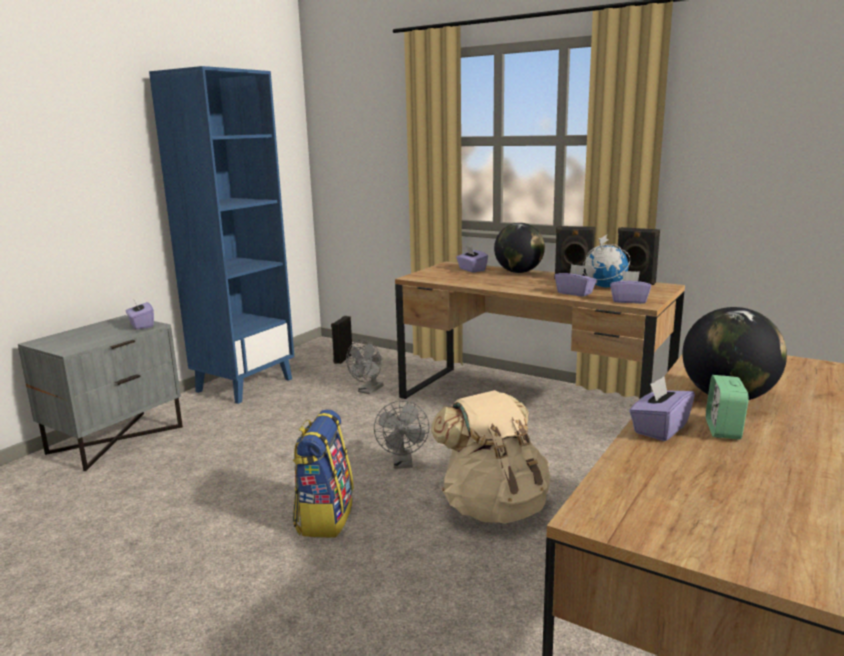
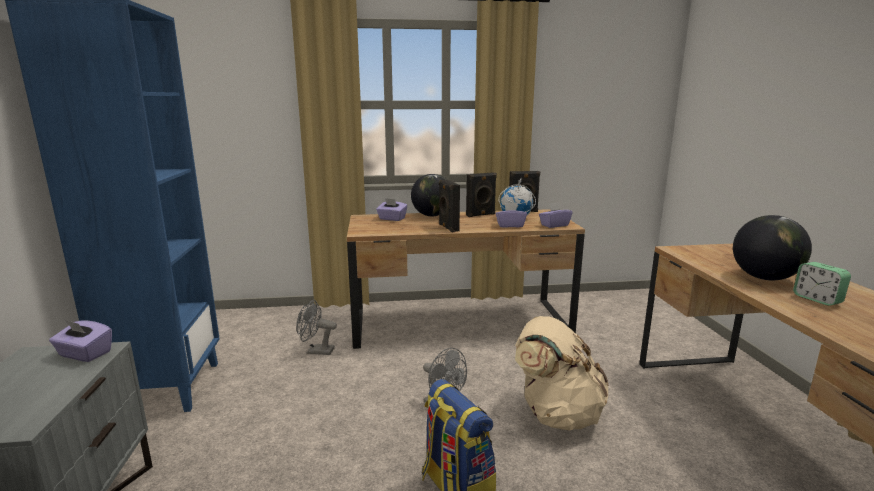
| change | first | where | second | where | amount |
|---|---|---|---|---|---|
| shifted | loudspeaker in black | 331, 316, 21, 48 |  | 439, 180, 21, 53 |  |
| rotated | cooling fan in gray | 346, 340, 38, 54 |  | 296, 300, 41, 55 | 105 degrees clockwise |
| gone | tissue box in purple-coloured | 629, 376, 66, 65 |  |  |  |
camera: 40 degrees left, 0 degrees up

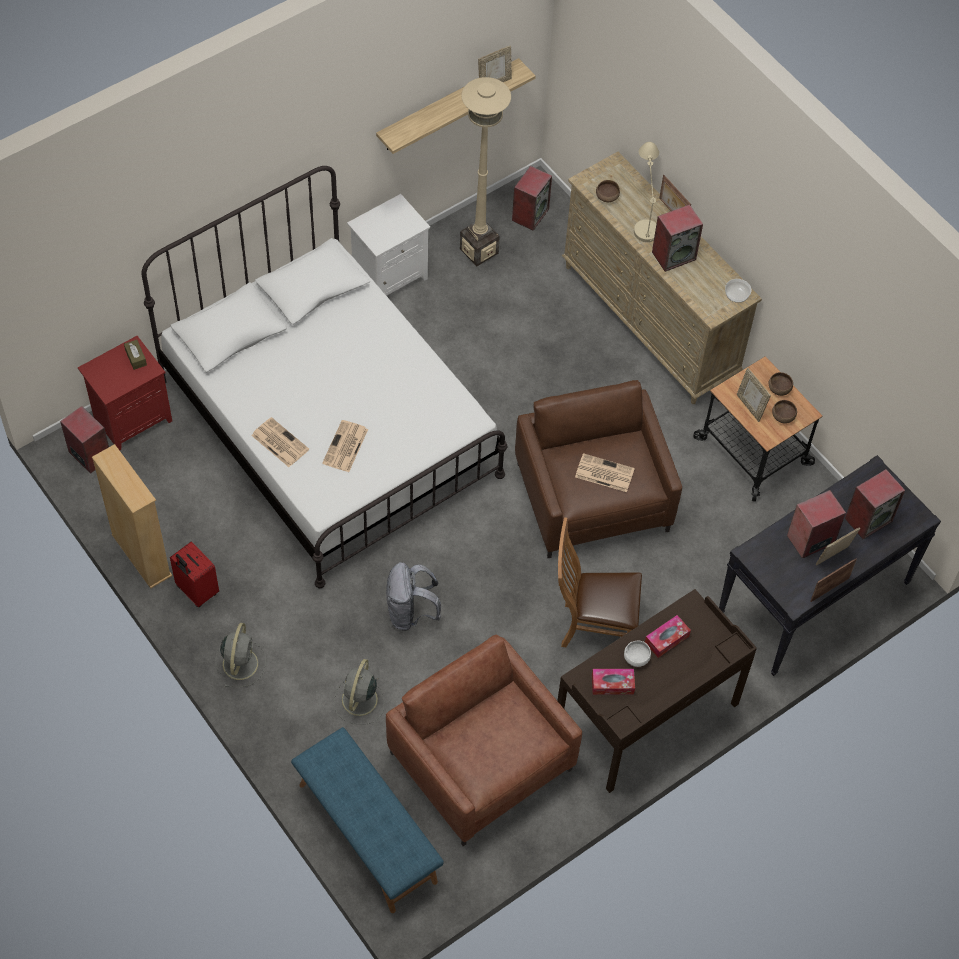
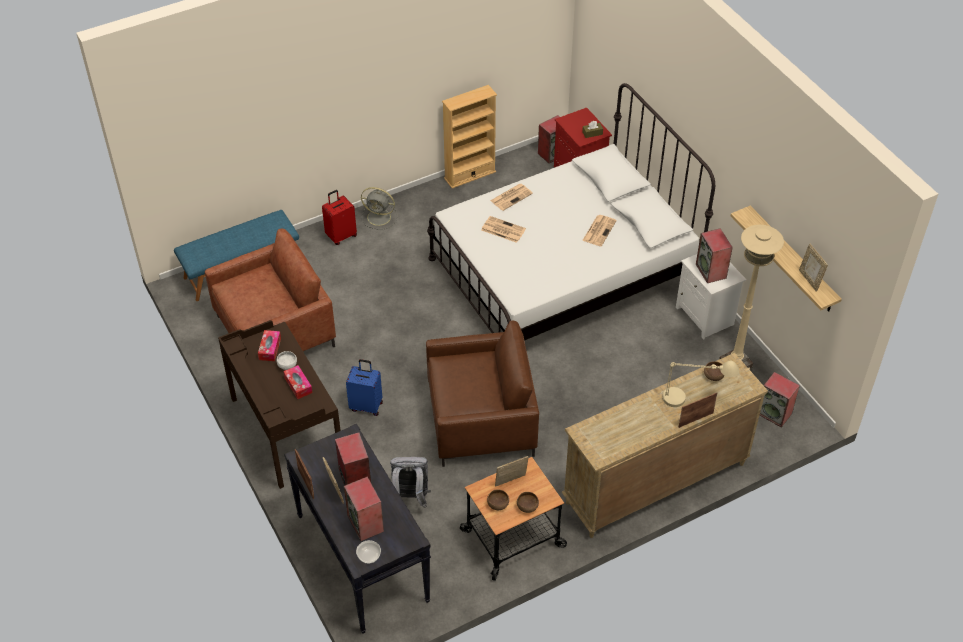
| change | first | where | second | where | amount |
|---|---|---|---|---|---|
| shifted | loudspeaker | 652, 204, 51, 68 |  | 696, 228, 37, 55 |  |
| shifted | bowl | 725, 279, 26, 24 |  | 356, 540, 25, 24 |  |
| shifted | newspaper | 575, 453, 60, 39 |  | 582, 215, 35, 31 |  |
| swapped | plain chair in brown-coloured | 558, 517, 84, 130 | travel case in bluish | 346, 359, 37, 57 |  |
| shifted | travel case in red-coloured | 170, 542, 49, 65 |  | 322, 190, 35, 55 |  |
| shifted | knapsack in gray | 386, 562, 55, 69 |  | 390, 457, 41, 51 |  |
| gone | cooling fan in gray | 334, 659, 50, 66 |  |  |  |
camera: 100 degrees right, 10 degrees down

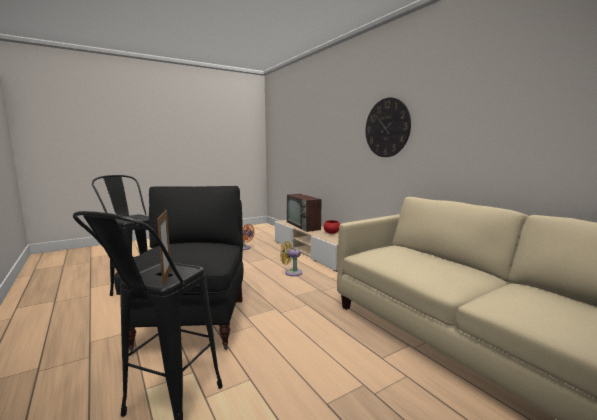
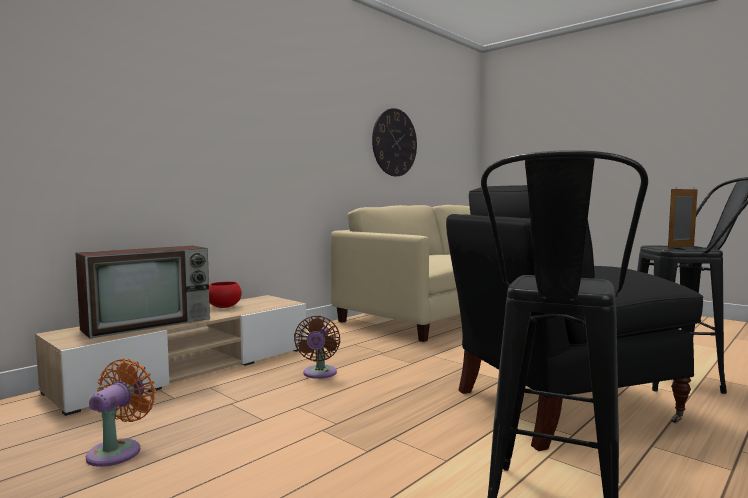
| change | first | where | second | where | amount |
|---|---|---|---|---|---|
| shifted | clock on the wall | 366, 97, 45, 60 |  | 372, 108, 45, 68 |  |
| repainted | cooling fan in yellow | 280, 241, 22, 35 | cooling fan in brown-coloured | 294, 316, 46, 63 |  |
camera: 105 degrees left, 5 degrees down

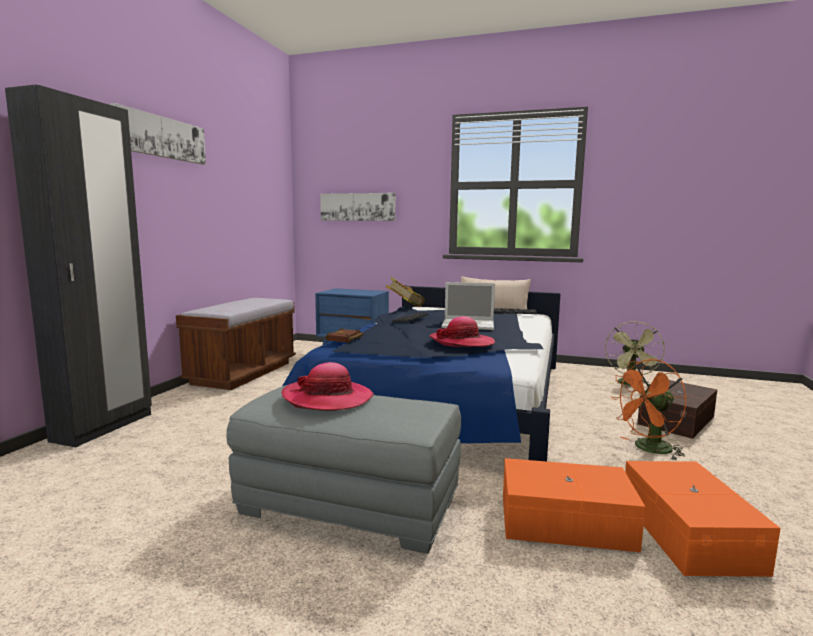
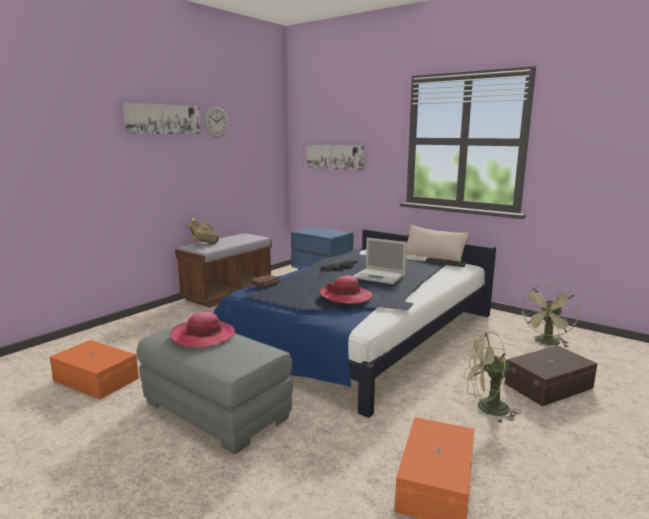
| change | first | where | second | where | amount |
|---|---|---|---|---|---|
| gone | clothes cupboard in black | 5, 85, 147, 362 |  |  |  |
| shifted | volume | 386, 277, 39, 30 |  | 187, 218, 32, 26 |  |
| repainted | cooling fan in orange-coloured | 611, 359, 76, 101 | cooling fan in green | 463, 330, 58, 93 |  |
| shifted | storage box in orange-coloured | 503, 458, 143, 94 |  | 49, 340, 90, 59 |  |
| new |  |  | clock on the wall | 205, 107, 23, 31 |  |
camera: 20 degrees right, 5 degrees up

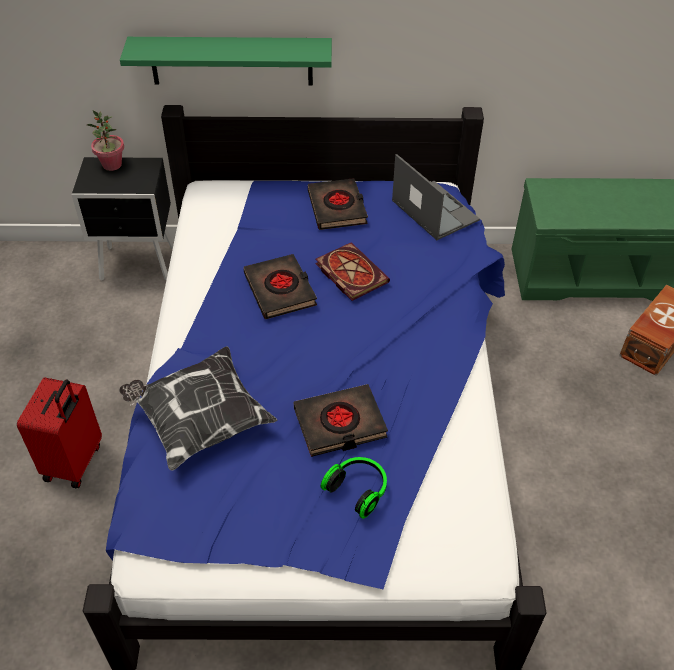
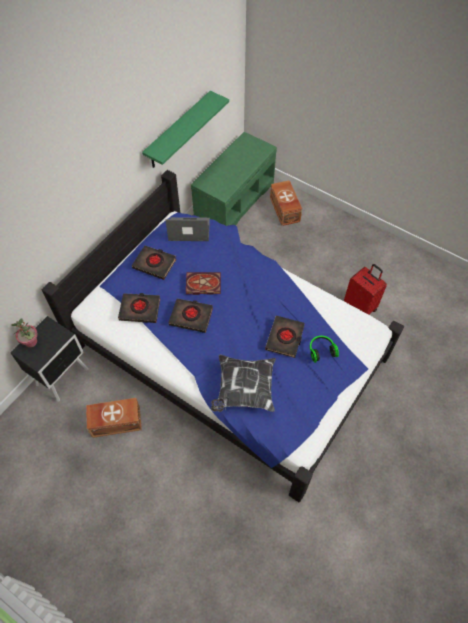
| change | first | where | second | where | amount |
|---|---|---|---|---|---|
| shifted | shelf in green | 120, 37, 212, 49 |  | 142, 91, 87, 77 |  |
| shifted | travel case in red-coloured | 17, 377, 85, 111 |  | 344, 264, 43, 51 |  |
| new |  |  | volume in black | 118, 293, 42, 30 |  |
| new |  |  | storage box in brown-coloured | 86, 398, 56, 40 |  |
camera: 55 degrees left, 10 degrees up

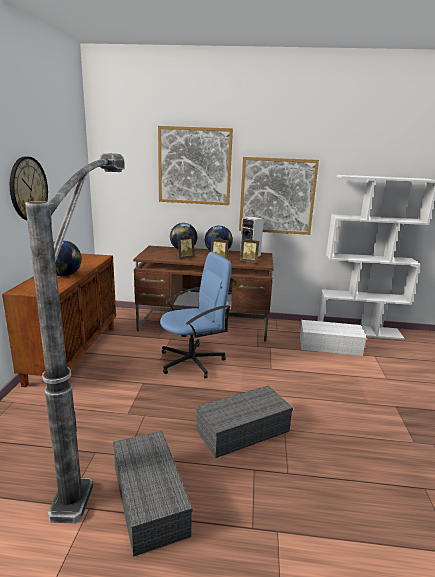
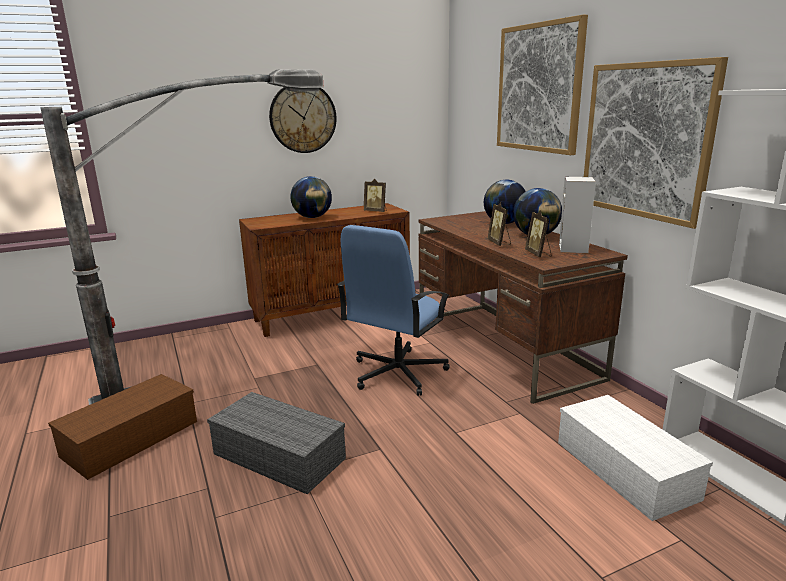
| change | first | where | second | where | amount |
|---|---|---|---|---|---|
| shifted | standing frame | 177, 234, 18, 25 |  | 364, 179, 23, 33 |  |
| rotated | desk chair in bluish | 160, 252, 72, 126 |  | 337, 225, 113, 171 | 90 degrees clockwise |
| repainted | storage box in gray | 113, 431, 80, 126 | storage box in brown-coloured | 48, 374, 149, 106 |  |
camera: 60 degrees right, 0 degrees up

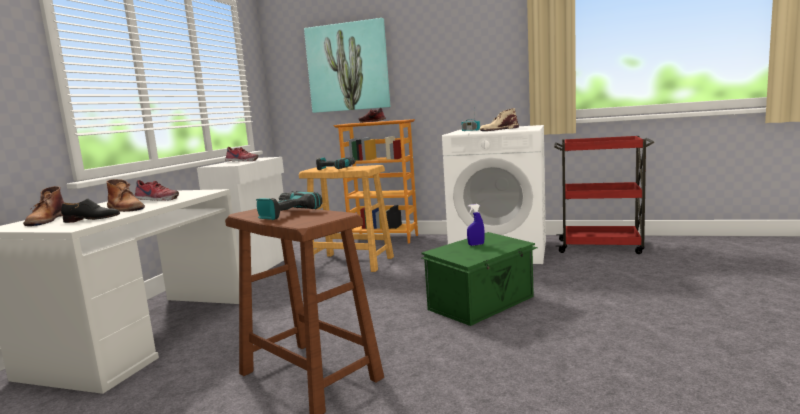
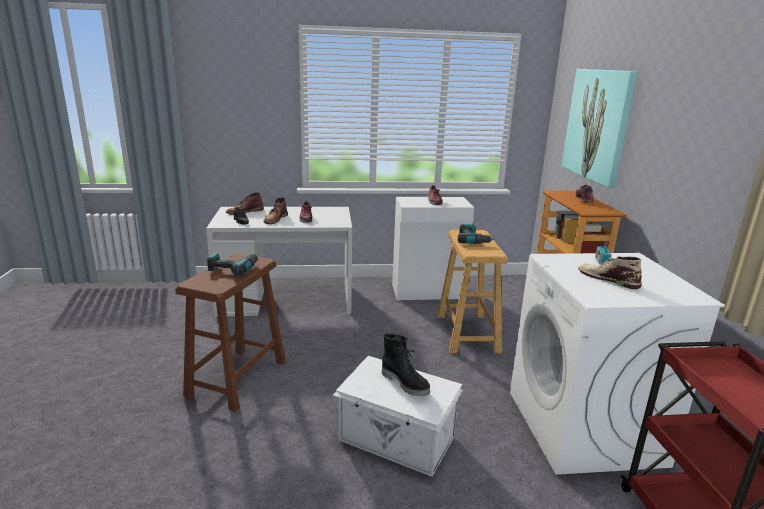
| change | first | where | second | where | amount |
|---|---|---|---|---|---|
| swapped | spray bottle in bluish | 467, 204, 18, 42 | high-top boot in black | 382, 334, 48, 63 |  |
| repainted | storage box in green | 421, 232, 117, 94 | storage box in whitish | 333, 356, 130, 121 |  |
camera: 65 degrees right, 10 degrees up

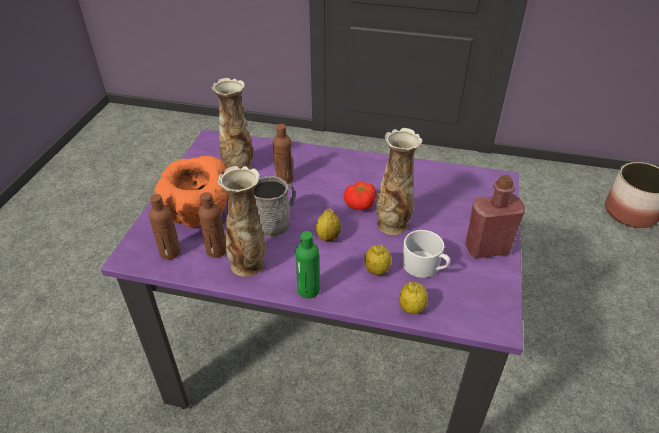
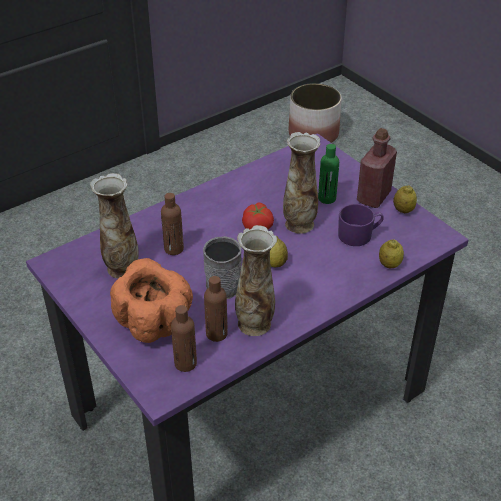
| change | first | where | second | where | amount |
|---|---|---|---|---|---|
| repainted | tea mug in whitish | 403, 230, 47, 48 | tea mug in purple-coloured | 338, 204, 46, 42 |  |
| shifted | bottle in green | 295, 231, 25, 68 |  | 318, 144, 21, 60 |  |
| shifted | whole lemon | 365, 245, 26, 30 |  | 393, 186, 24, 27 |  |
camera: 50 degrees left, 0 degrees up

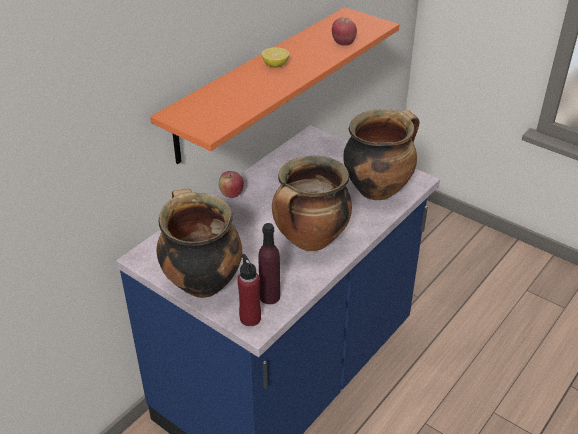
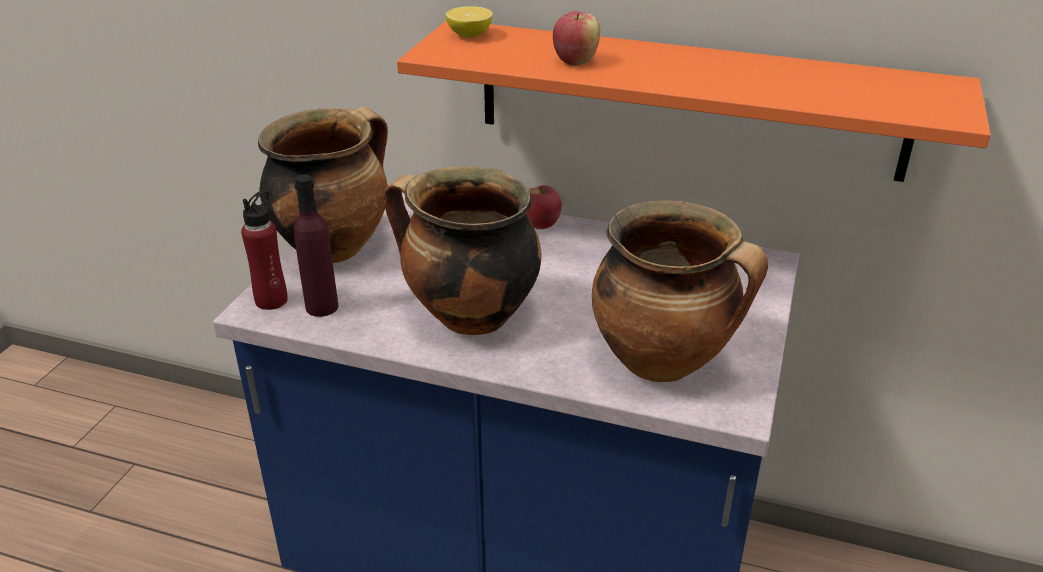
| change | first | where | second | where | amount |
|---|---|---|---|---|---|
| shifted | whole apple | 332, 17, 25, 29 |  | 553, 12, 47, 54 |  |
| shifted | whole lemon | 262, 47, 27, 21 |  | 446, 6, 47, 32 |  |
camera: 70 degrees right, 5 degrees down

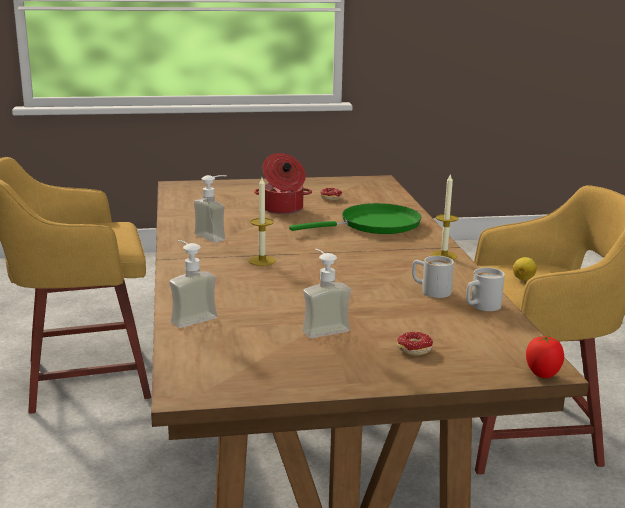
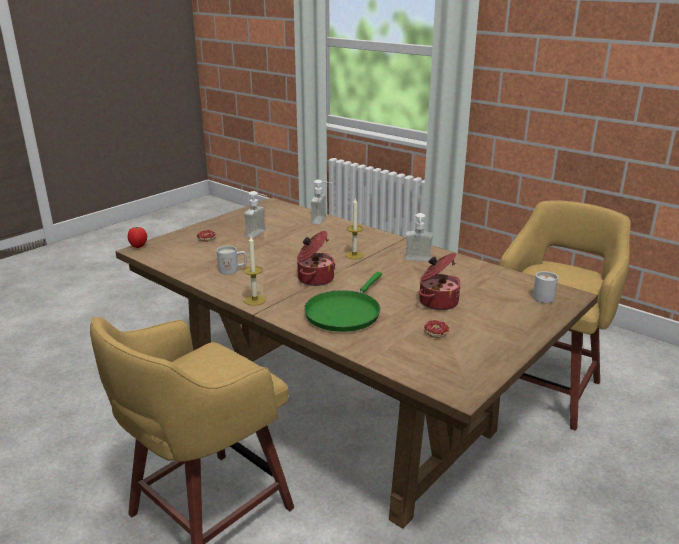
| change | first | where | second | where | amount |
|---|---|---|---|---|---|
| gone | whole lemon | 513, 257, 24, 23 |  |  |  |
| shifted | tea mug in whitish | 466, 267, 39, 44 |  | 533, 271, 25, 32 |  |
| new |  |  | saucepot | 297, 231, 38, 55 |  |
camera: 140 degrees right, 5 degrees up

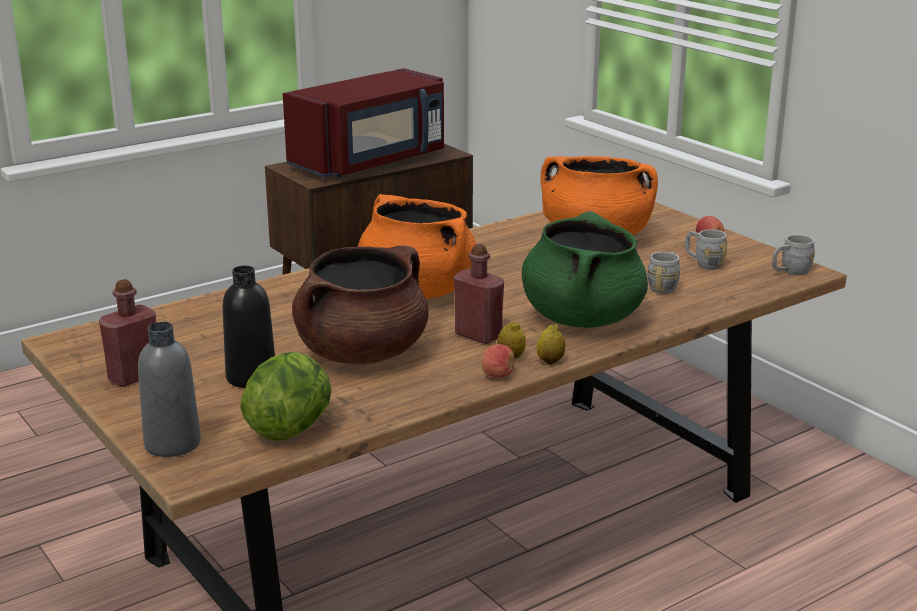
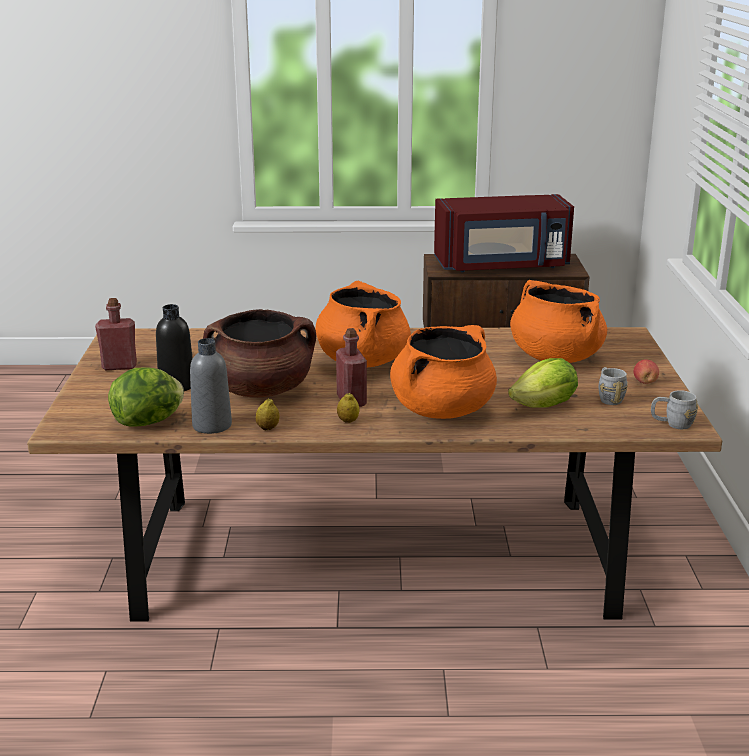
| change | first | where | second | where | amount |
|---|---|---|---|---|---|
| repainted | saucepot in green | 522, 211, 126, 117 | saucepot in orange-coloured | 390, 325, 107, 94 |  |
| swapped | tea mug in gray | 647, 252, 33, 42 | head of lettuce | 508, 358, 70, 50 |  |
| shifted | bottle in gray | 138, 322, 63, 135 |  | 190, 338, 42, 96 |  |
| shifted | whole lemon | 537, 324, 29, 40 |  | 256, 399, 24, 31 |  |
| gone | whole apple | 482, 344, 32, 34 |  |  |  |
camera: 35 degrees right, 0 degrees up

